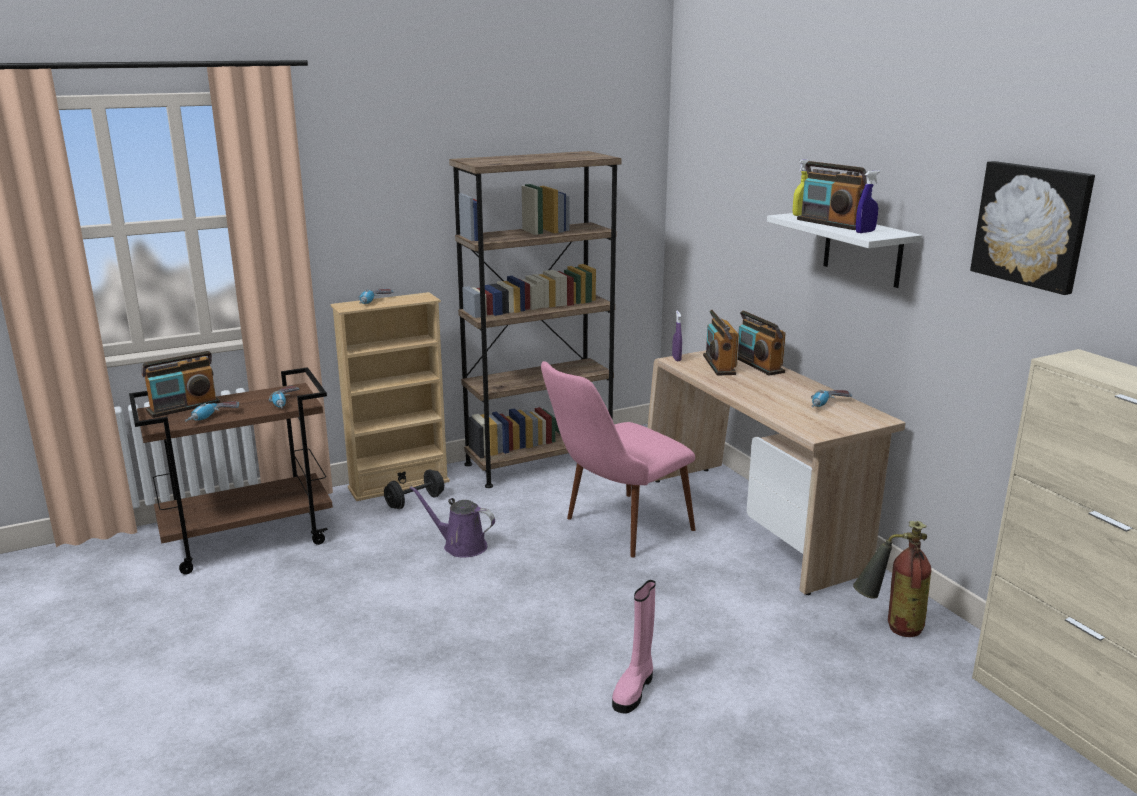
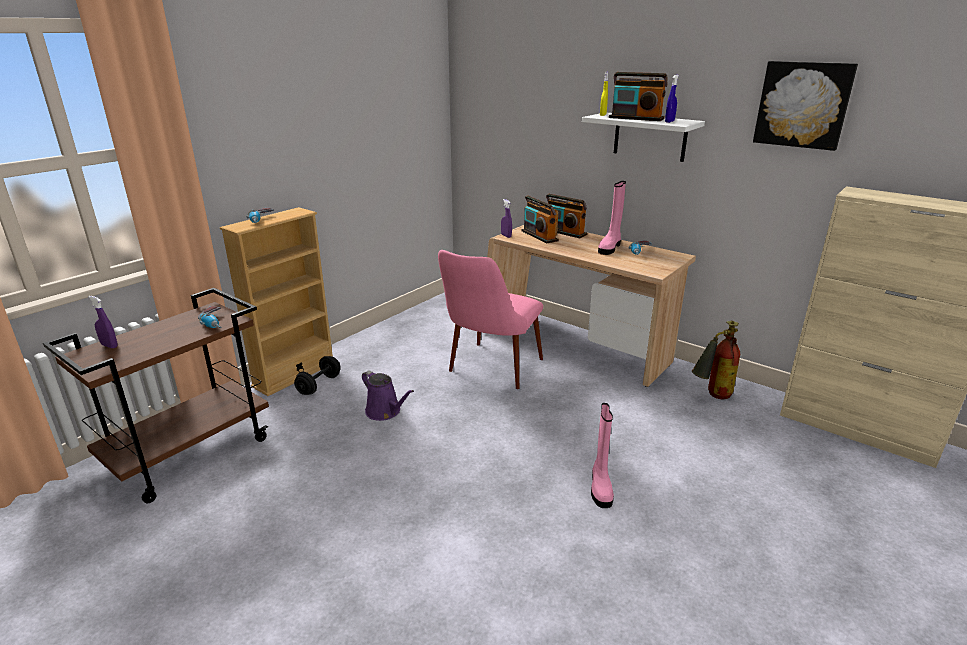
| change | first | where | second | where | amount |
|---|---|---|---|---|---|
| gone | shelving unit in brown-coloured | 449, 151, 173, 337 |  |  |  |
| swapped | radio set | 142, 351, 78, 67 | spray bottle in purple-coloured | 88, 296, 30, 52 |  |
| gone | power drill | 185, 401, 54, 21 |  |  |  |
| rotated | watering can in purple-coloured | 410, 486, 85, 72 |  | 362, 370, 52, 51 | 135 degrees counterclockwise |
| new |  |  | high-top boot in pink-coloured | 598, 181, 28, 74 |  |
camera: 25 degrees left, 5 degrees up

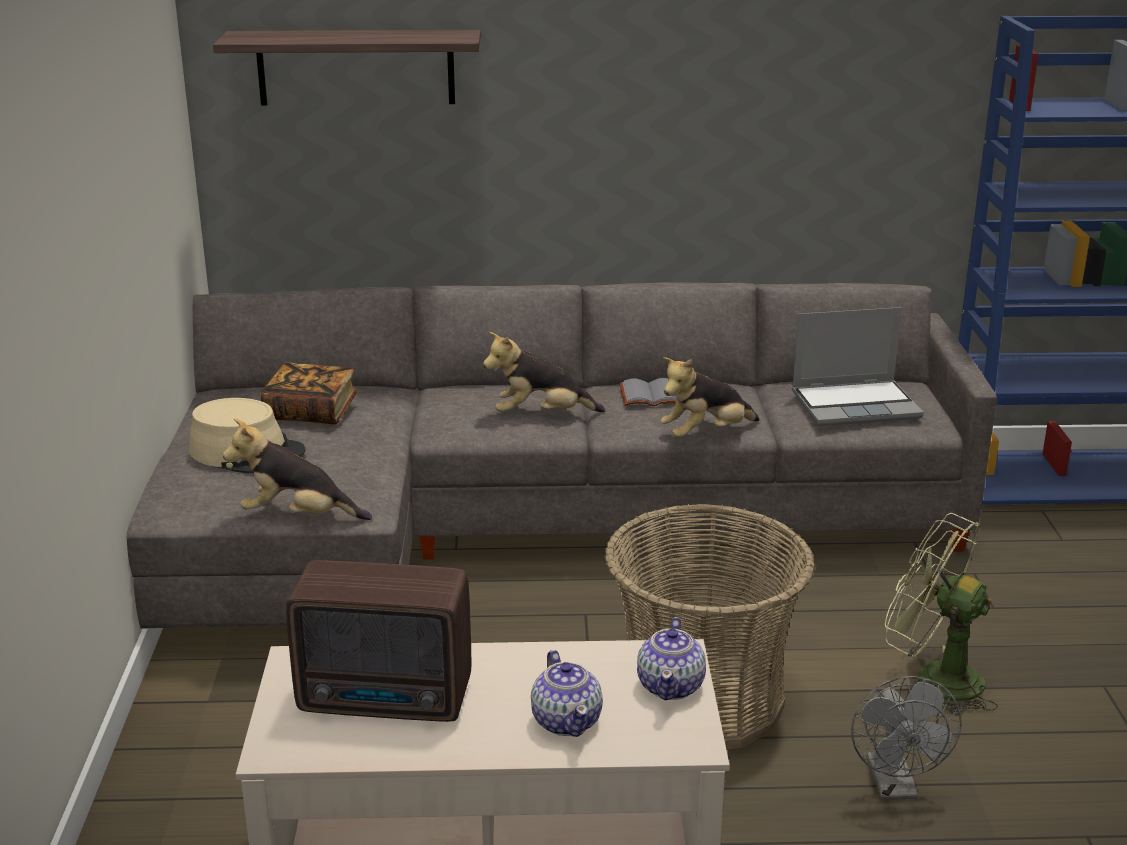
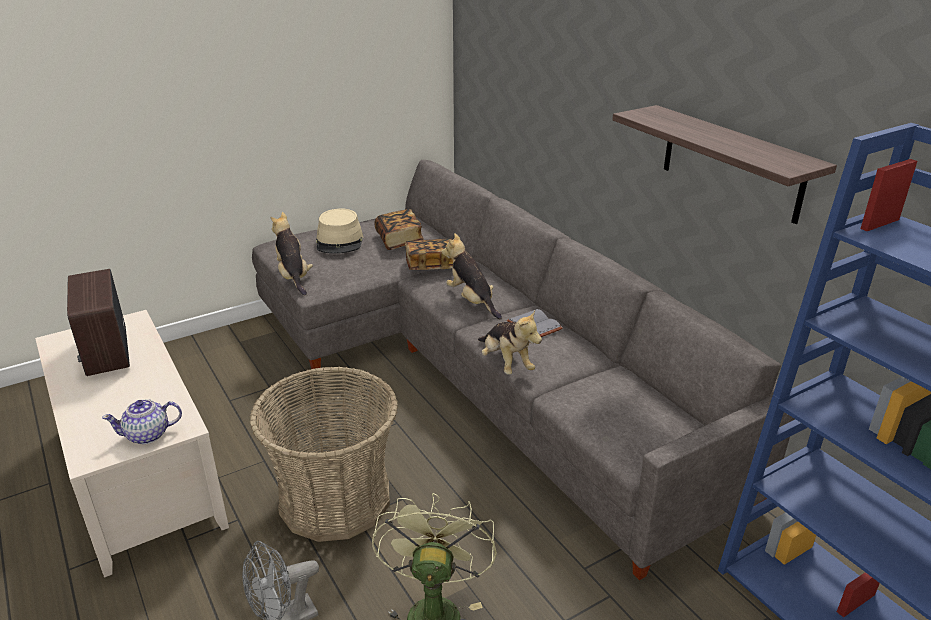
| change | first | where | second | where | amount |
|---|---|---|---|---|---|
| shifted | shelf | 213, 30, 268, 75 |  | 612, 105, 225, 119 |  |
| gone | portable computer | 792, 307, 132, 119 |  |  |  |
| rotated | cuddly toy | 661, 357, 99, 81 |  | 478, 310, 64, 65 | 150 degrees counterclockwise |
| gone | tea pot | 531, 650, 72, 87 |  |  |  |
| new |  |  | volume | 405, 238, 48, 32 |  |
camera: 60 degrees right, 5 degrees up

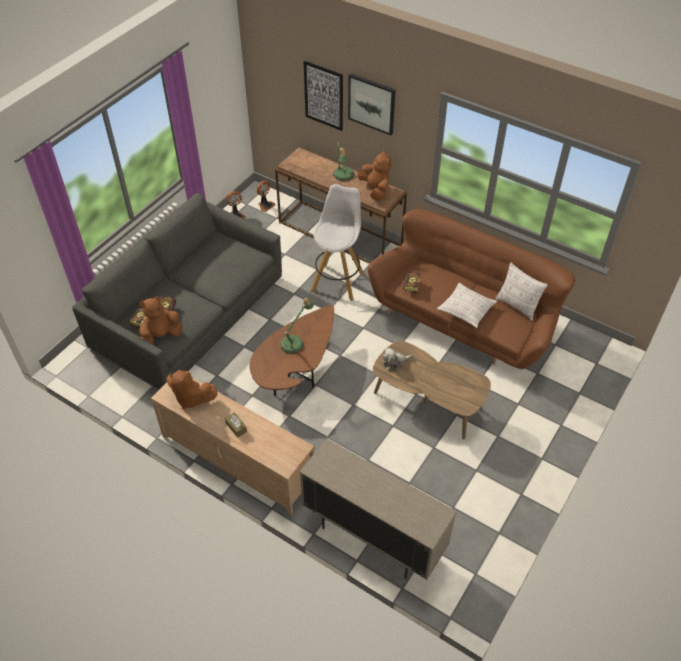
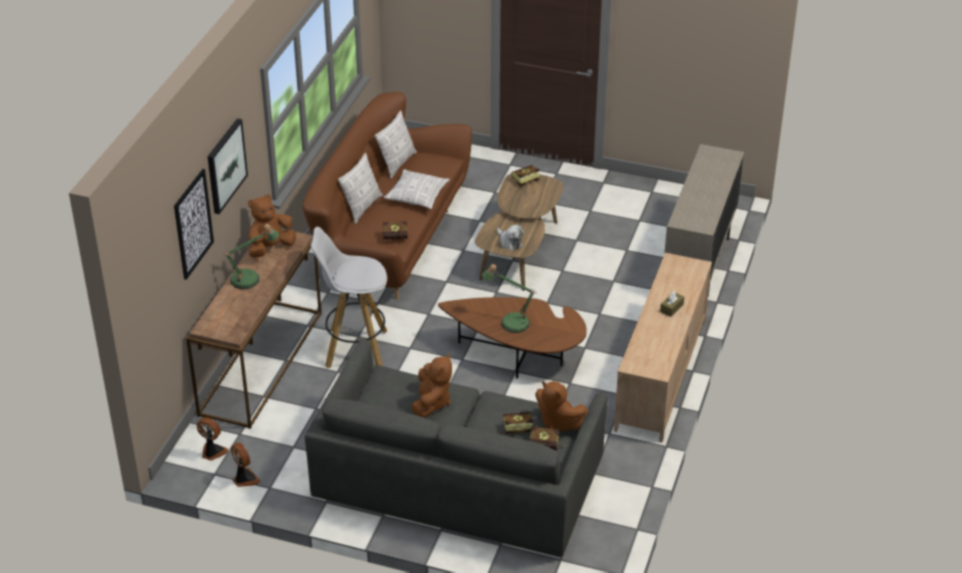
| change | first | where | second | where | amount |
|---|---|---|---|---|---|
| shifted | cuddly toy in brown-coloured | 166, 370, 52, 40 |  | 411, 353, 41, 64 |  |
| new |  |  | throw pillow | 338, 153, 45, 71 |  |
| new |  |  | volume | 512, 165, 28, 23 |  |
camera: 105 degrees left, 10 degrees down

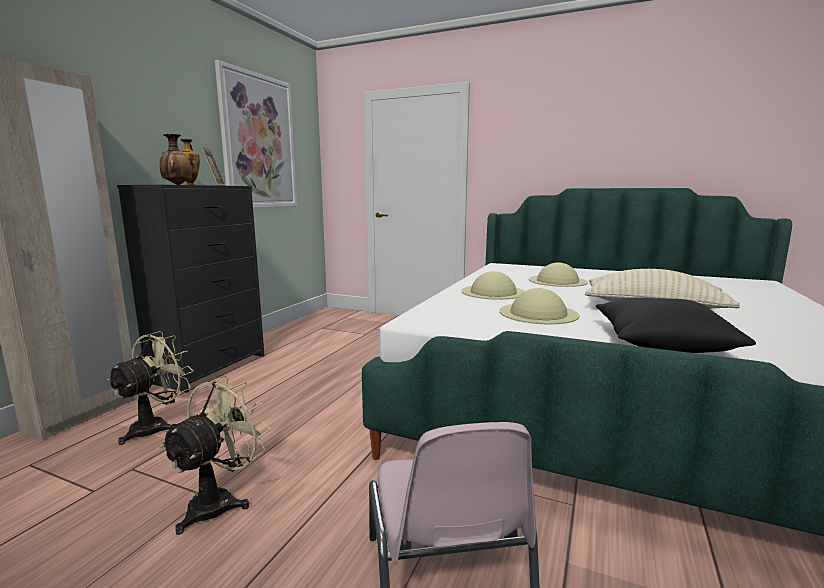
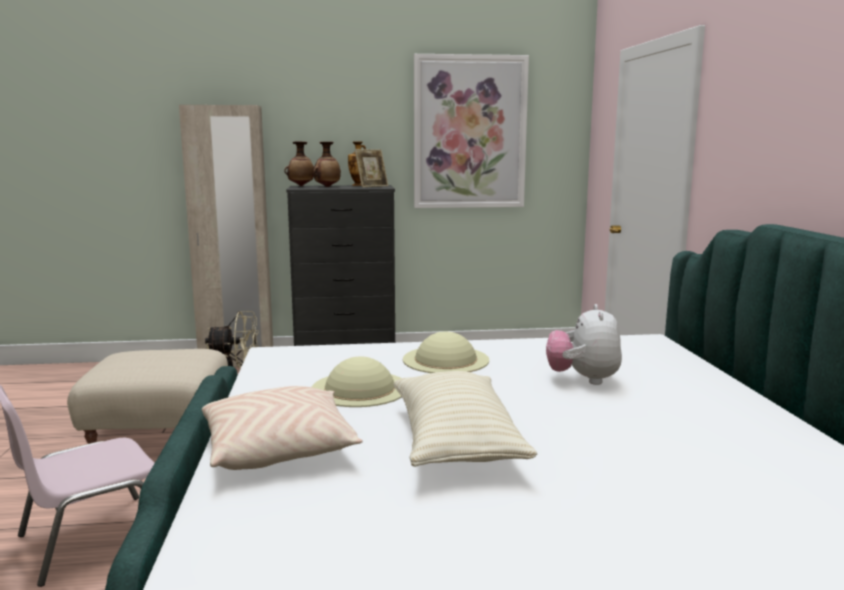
| change | first | where | second | where | amount |
|---|---|---|---|---|---|
| swapped | hat in beige-coloured | 529, 262, 59, 25 | cuddly toy | 546, 304, 76, 81 |  |
| repainted | throw pillow in black | 596, 297, 160, 56 | throw pillow in beige-coloured | 202, 386, 161, 84 |  |
| swapped | cooling fan in beige-coloured | 159, 375, 112, 160 | pouffe in beige-coloured | 67, 349, 161, 95 |  |
| new |  |  | vase | 284, 142, 30, 44 |  |
camera: 60 degrees right, 0 degrees up

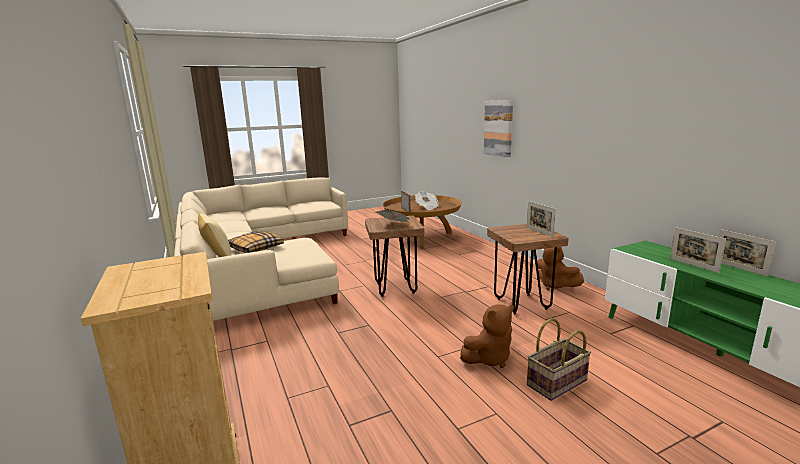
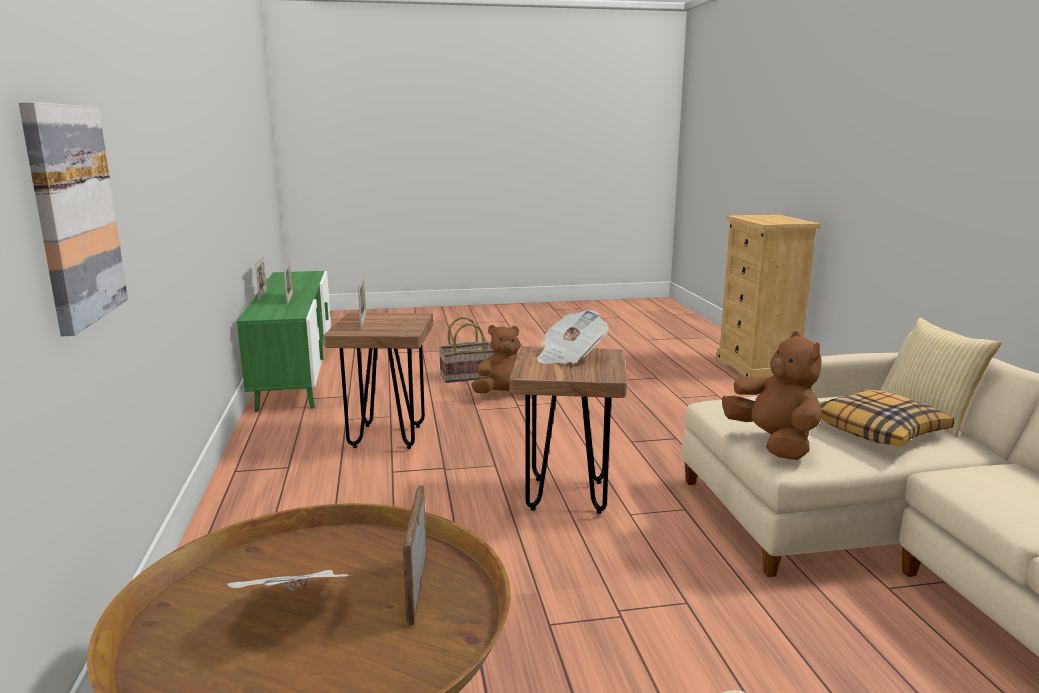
| change | first | where | second | where | amount |
|---|---|---|---|---|---|
| shifted | cuddly toy in brown-coloured | 537, 247, 47, 43 |  | 722, 331, 100, 129 |  |
camera: 165 degrees left, 0 degrees up

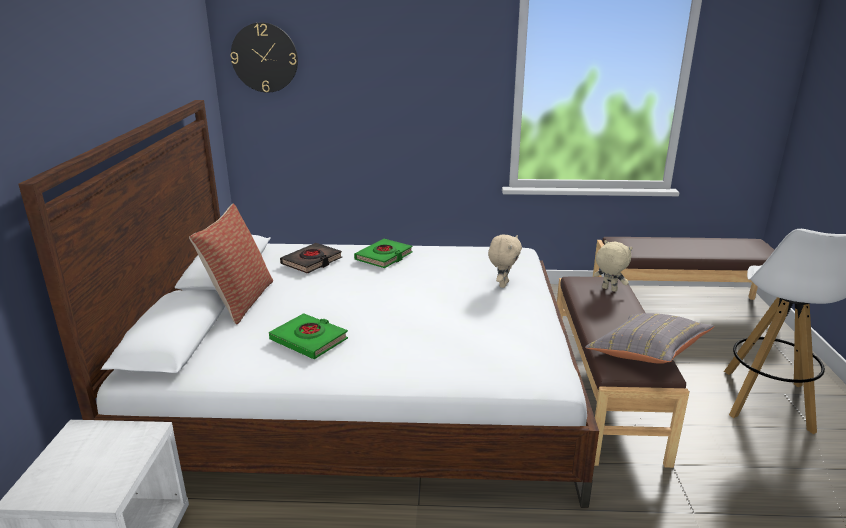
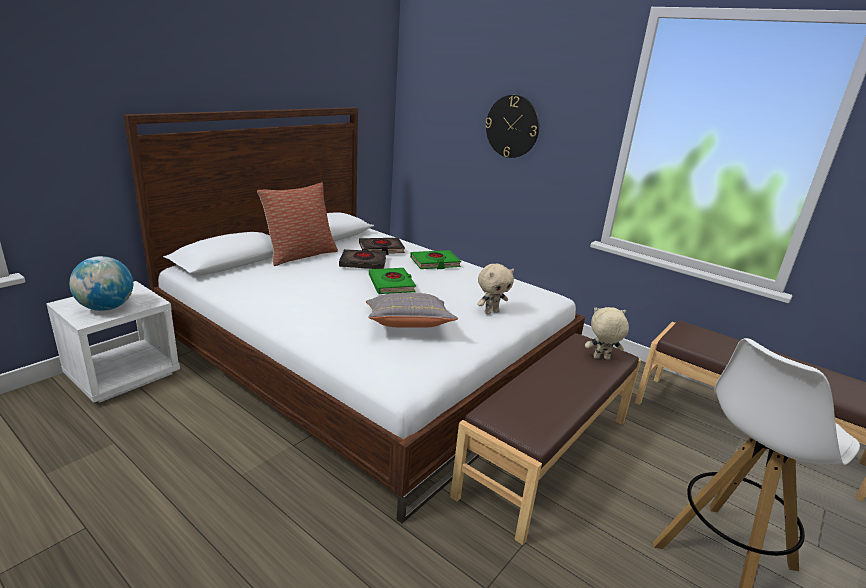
| change | first | where | second | where | amount |
|---|---|---|---|---|---|
| shifted | clock on the wall | 231, 22, 67, 71 |  | 485, 95, 54, 63 |  |
| rotated | cuddly toy in beige-coloured | 594, 240, 39, 52 |  | 585, 307, 44, 52 | 75 degrees counterclockwise |
| shifted | volume in green | 269, 313, 79, 46 |  | 369, 268, 47, 26 |  |
| shifted | throw pillow in gray | 585, 313, 129, 51 |  | 366, 293, 92, 35 |  |
| new |  |  | volume in black | 339, 249, 47, 20 |  |
| new |  |  | globe | 69, 256, 64, 55 |  |
camera: 35 degrees right, 0 degrees up

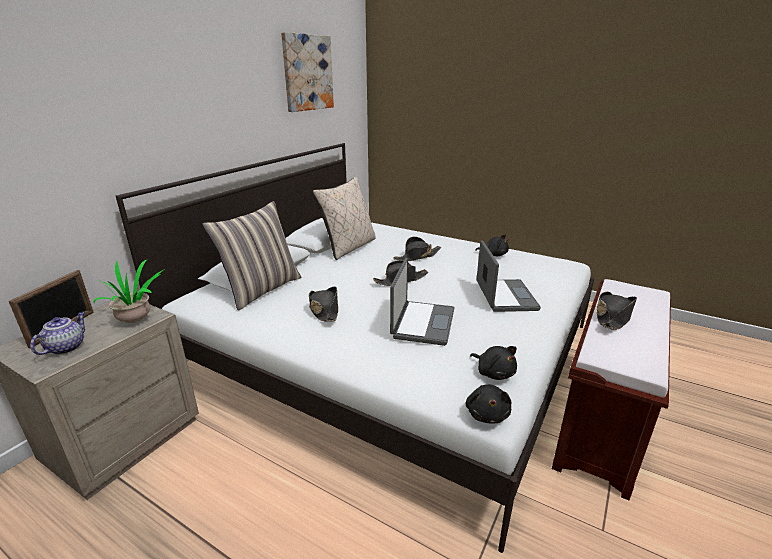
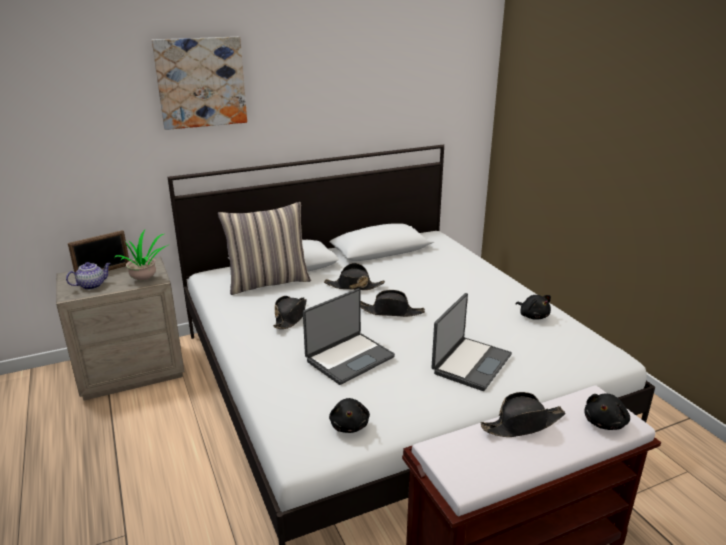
| change | first | where | second | where | amount |
|---|---|---|---|---|---|
| shifted | wall art | 281, 32, 53, 80 |  | 151, 37, 96, 93 |  |
| gone | throw pillow in beige-coloured | 313, 177, 63, 83 |  |  |  |
| shifted | hat in black | 393, 237, 48, 24 |  | 324, 263, 61, 27 |  |
| shifted | cuddly toy in black | 466, 384, 45, 40 |  | 584, 393, 46, 37 |  |
camera: 35 degrees right, 0 degrees up

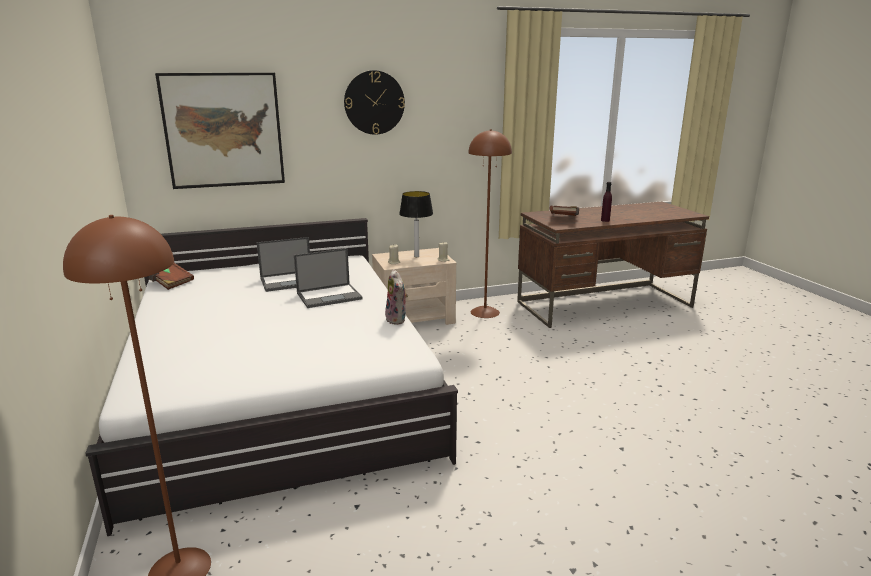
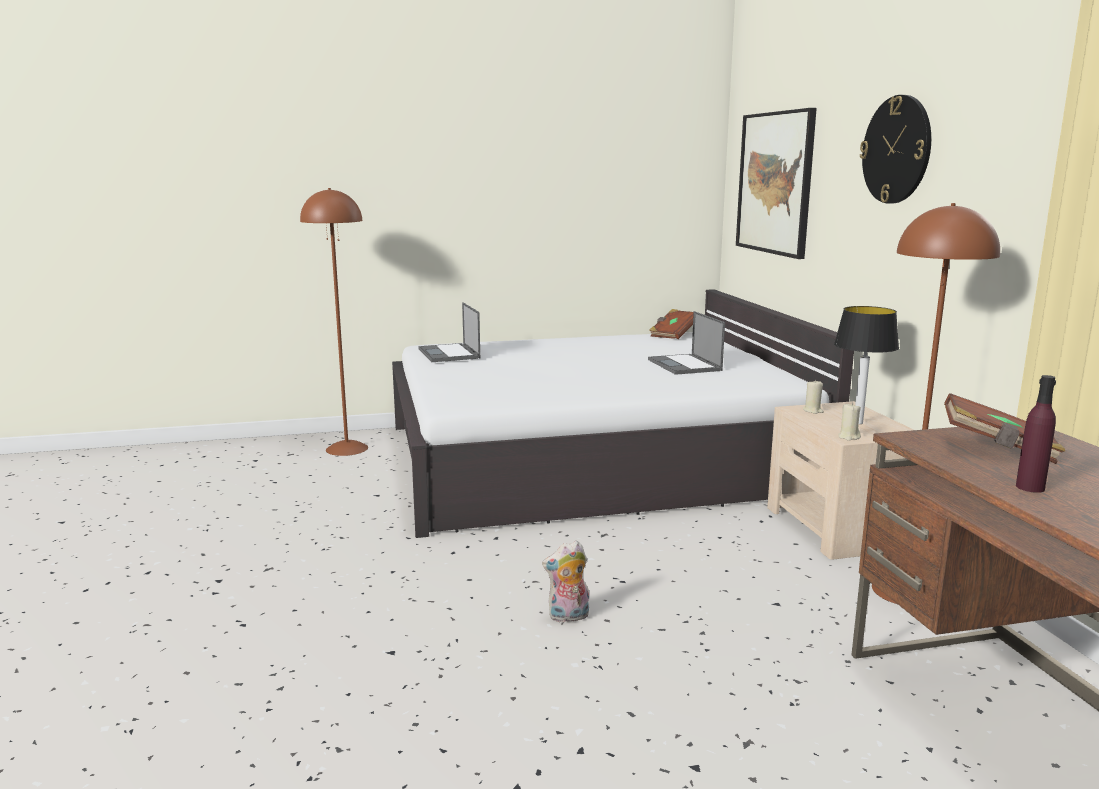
| change | first | where | second | where | amount |
|---|---|---|---|---|---|
| shifted | portable computer | 294, 248, 69, 60 |  | 418, 302, 62, 60 |  |
| shifted | cuddly toy | 385, 269, 23, 56 |  | 542, 541, 47, 82 |  |
camera: 95 degrees right, 5 degrees down

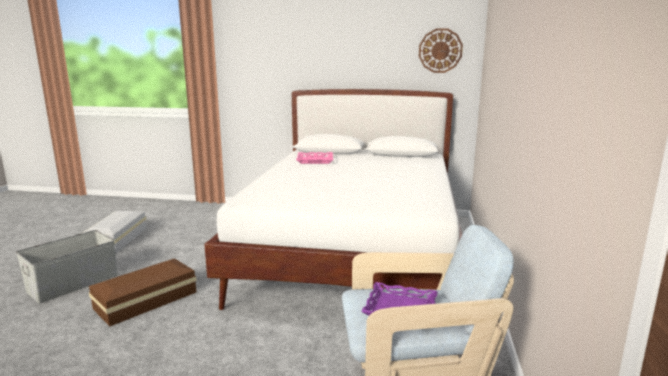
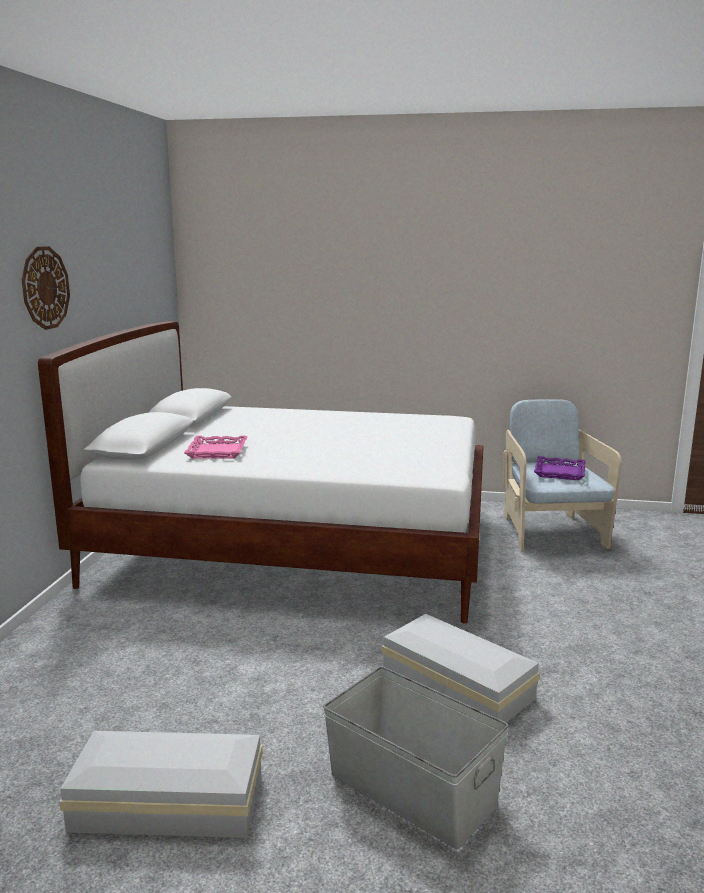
| change | first | where | second | where | amount |
|---|---|---|---|---|---|
| shifted | clock on the wall | 419, 28, 44, 45 |  | 22, 246, 48, 84 |  |
| repainted | storage box in brown-coloured | 89, 258, 108, 68 | storage box in whitish | 382, 614, 158, 109 |  |
camera: 90 degrees left, 0 degrees up

